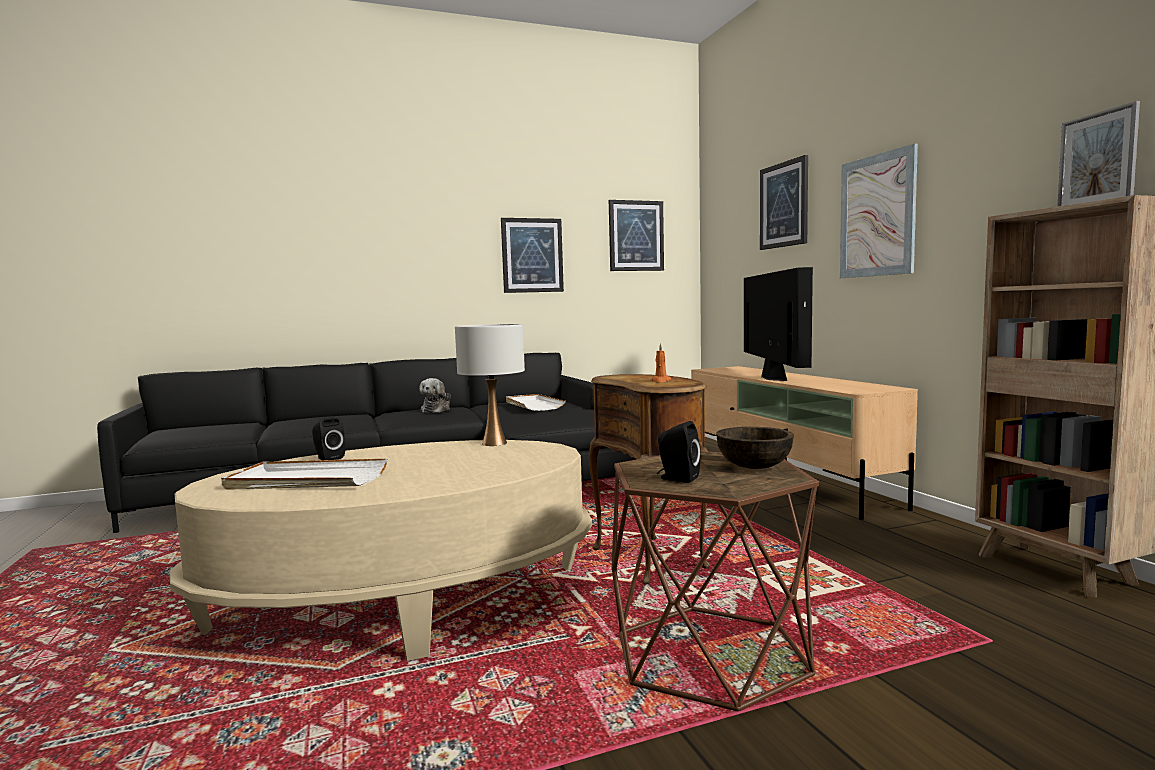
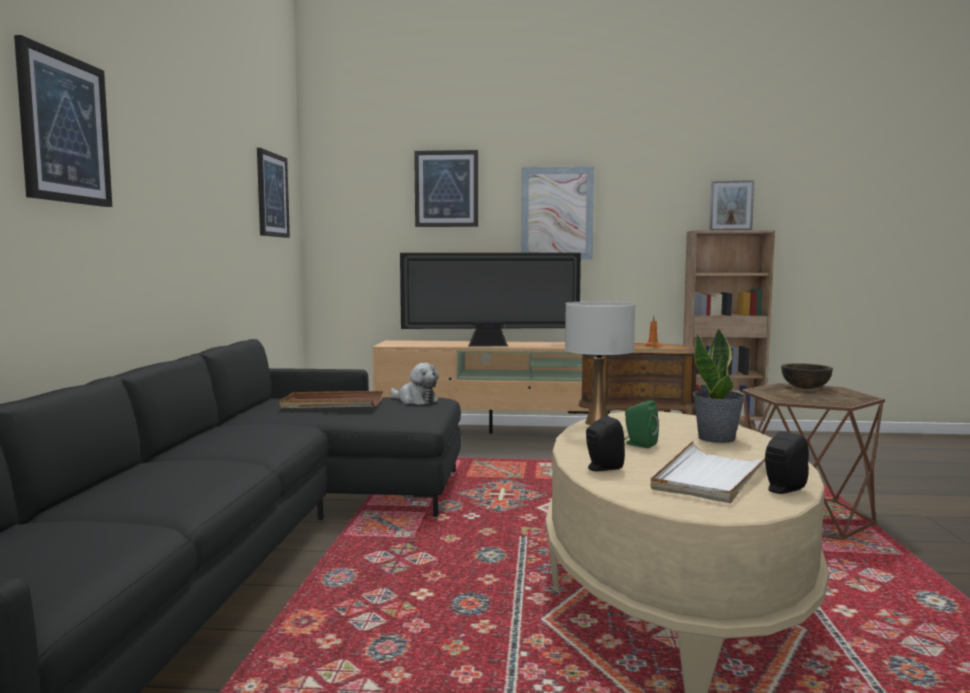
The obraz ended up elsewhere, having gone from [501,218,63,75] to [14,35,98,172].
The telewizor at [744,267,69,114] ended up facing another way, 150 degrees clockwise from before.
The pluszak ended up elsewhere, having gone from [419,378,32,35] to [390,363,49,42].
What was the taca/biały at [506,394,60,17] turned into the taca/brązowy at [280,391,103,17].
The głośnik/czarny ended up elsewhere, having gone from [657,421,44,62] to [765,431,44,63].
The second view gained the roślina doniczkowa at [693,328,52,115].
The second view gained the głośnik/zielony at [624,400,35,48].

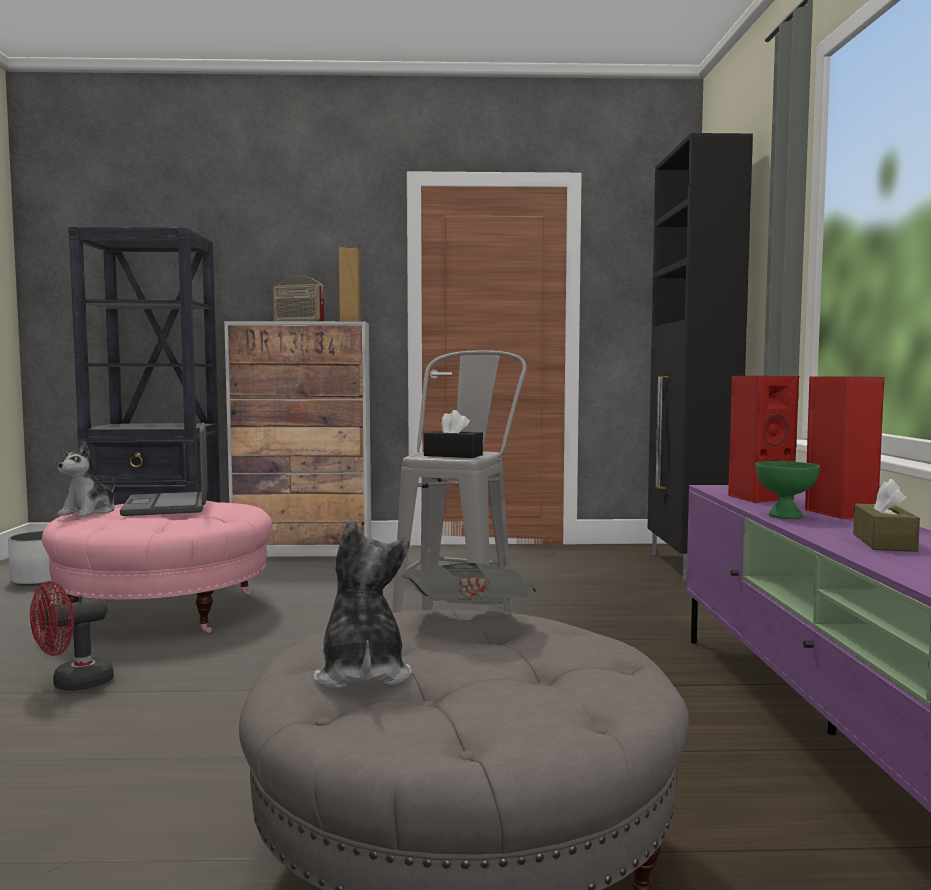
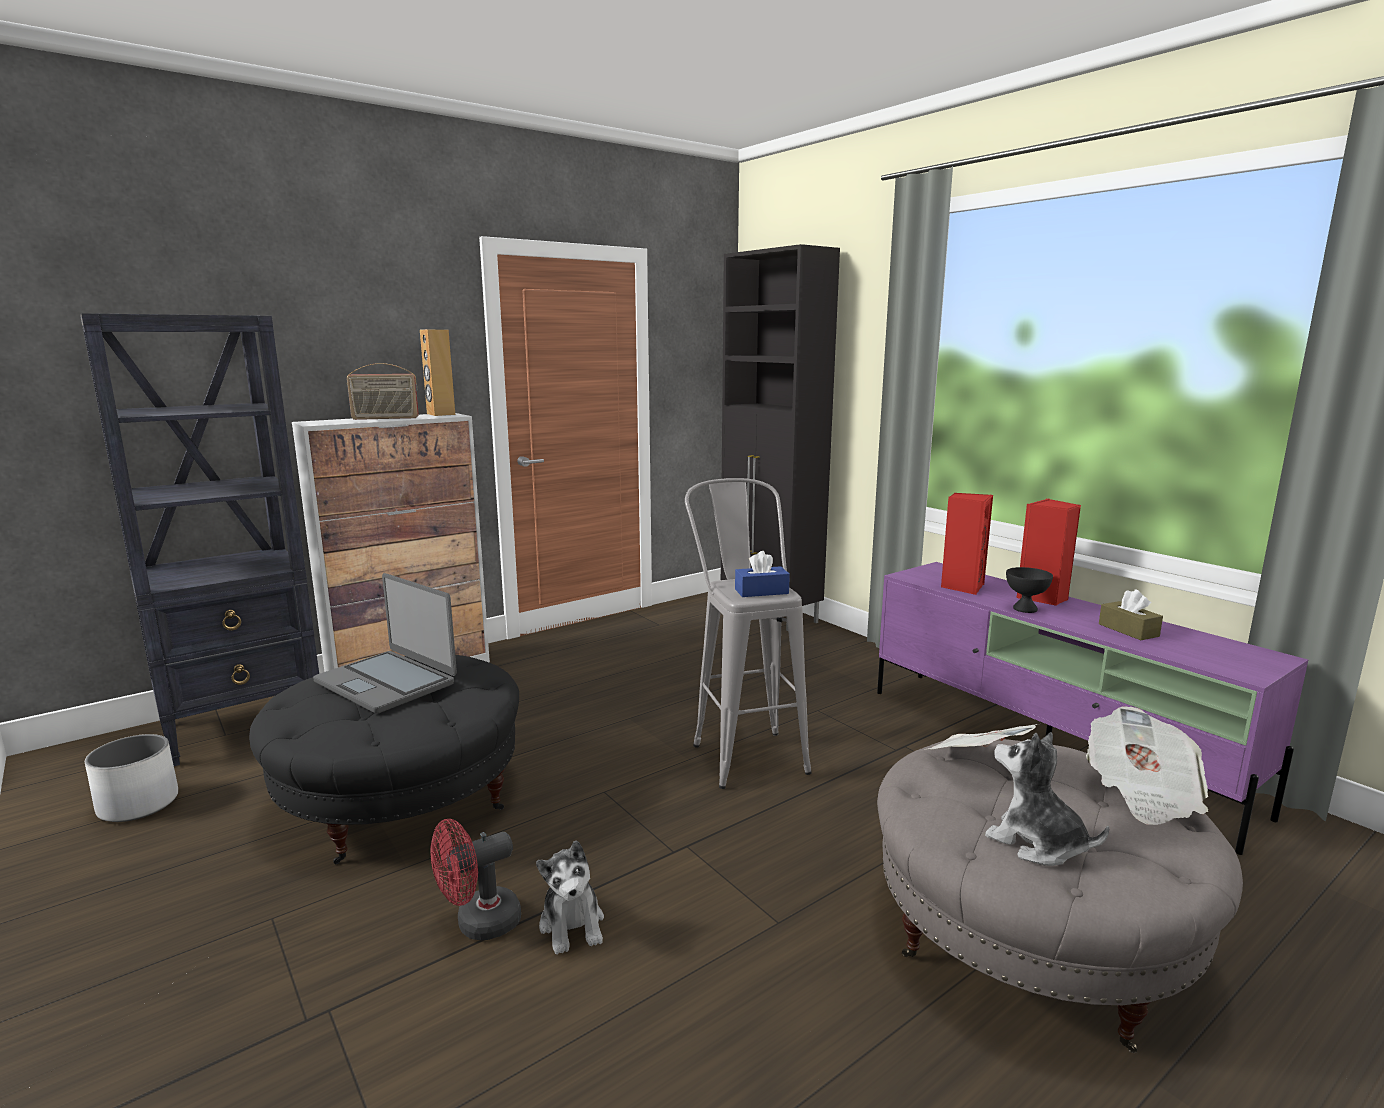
What was the pudełko chusteczek/czarny at [424,410,59,48] turned into the pudełko chusteczek/niebieski at [735,551,55,46].
The pluszak ended up elsewhere, having gone from [57,441,58,76] to [536,840,68,115].
What was the miska/zielony at [755,461,65,58] turned into the miska/czarny at [1006,567,47,46].
What was the pufa/różowy at [42,500,230,133] turned into the pufa/czarny at [249,655,270,209].
The wentylator/czerwony at [30,581,84,110] ended up facing another way, 45 degrees clockwise from before.
The second view gained the gazeta at [1086,706,122,119].

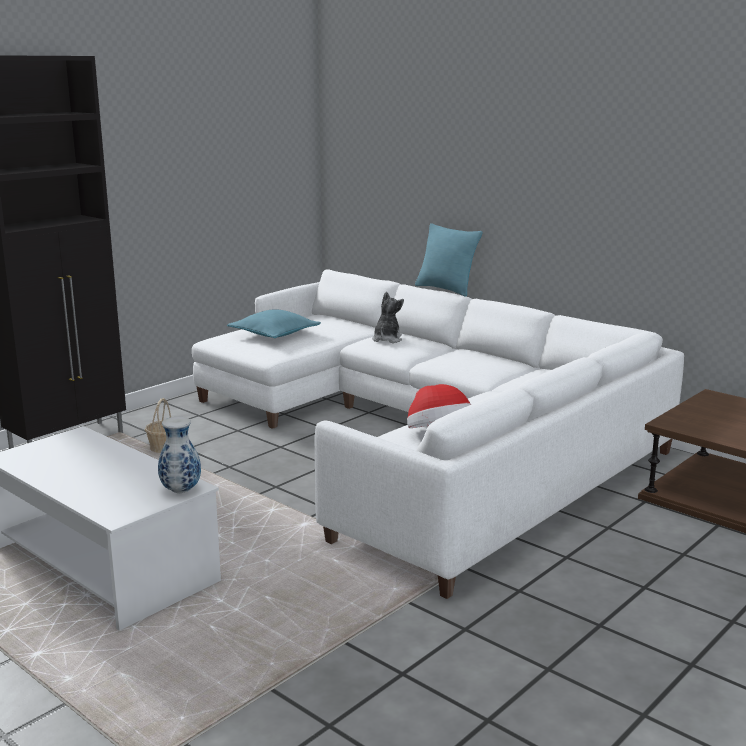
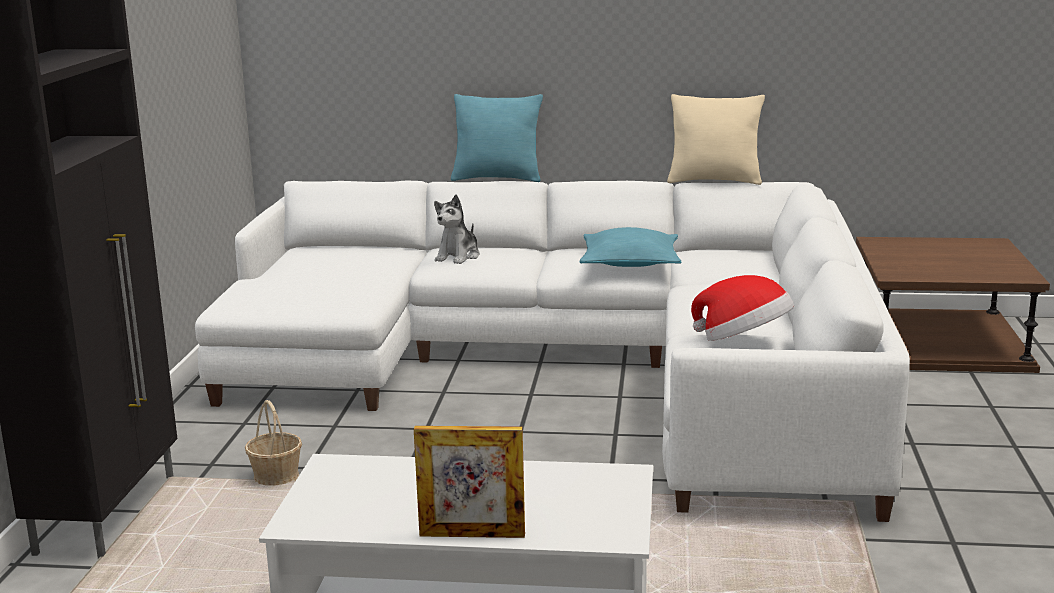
The pluszak at [372,292,32,51] ended up facing another way, 135 degrees counterclockwise from before.
The poduszka/turkusowy ended up elsewhere, having gone from [227,310,94,28] to [579,227,103,40].
The second view lost the wazon at [158,417,43,76].
The second view gained the poduszka/beżowy at [667,94,98,91].
The second view gained the ramka na zdjęcie at [414,426,111,112].

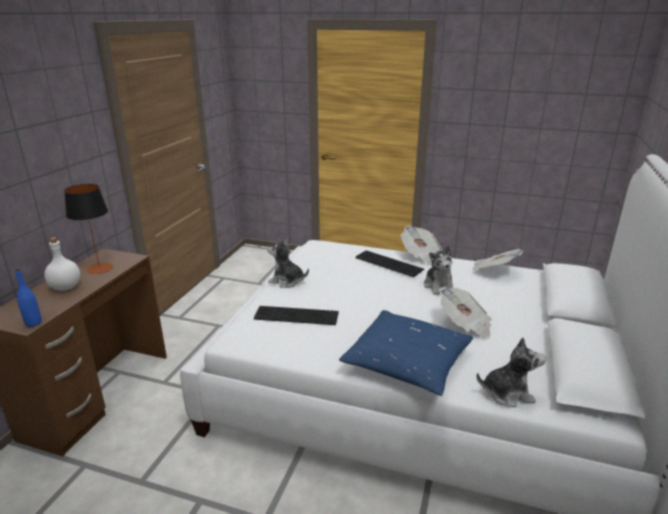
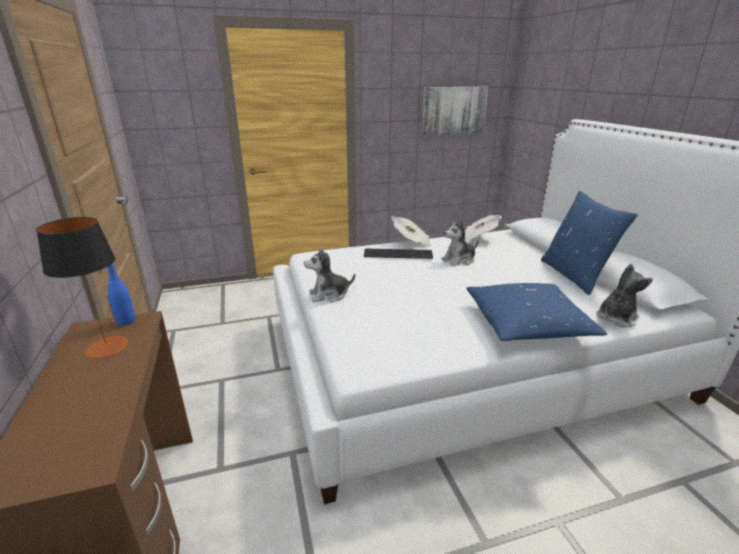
The second view lost the butelka/biały at [44,237,36,54].
The pluszak at [424,246,29,49] ended up facing another way, 105 degrees clockwise from before.
The butelka/niebieski ended up elsewhere, having gone from [15,268,27,59] to [107,263,29,63].
The second view lost the gazeta at [440,287,52,52].
The second view lost the klawiatura at [254,306,85,19].
The second view gained the obraz at [421,87,67,48].
The second view gained the poduszka/niebieski at [541,191,97,104].

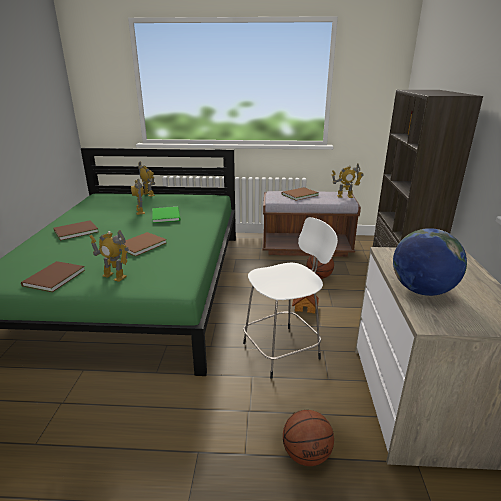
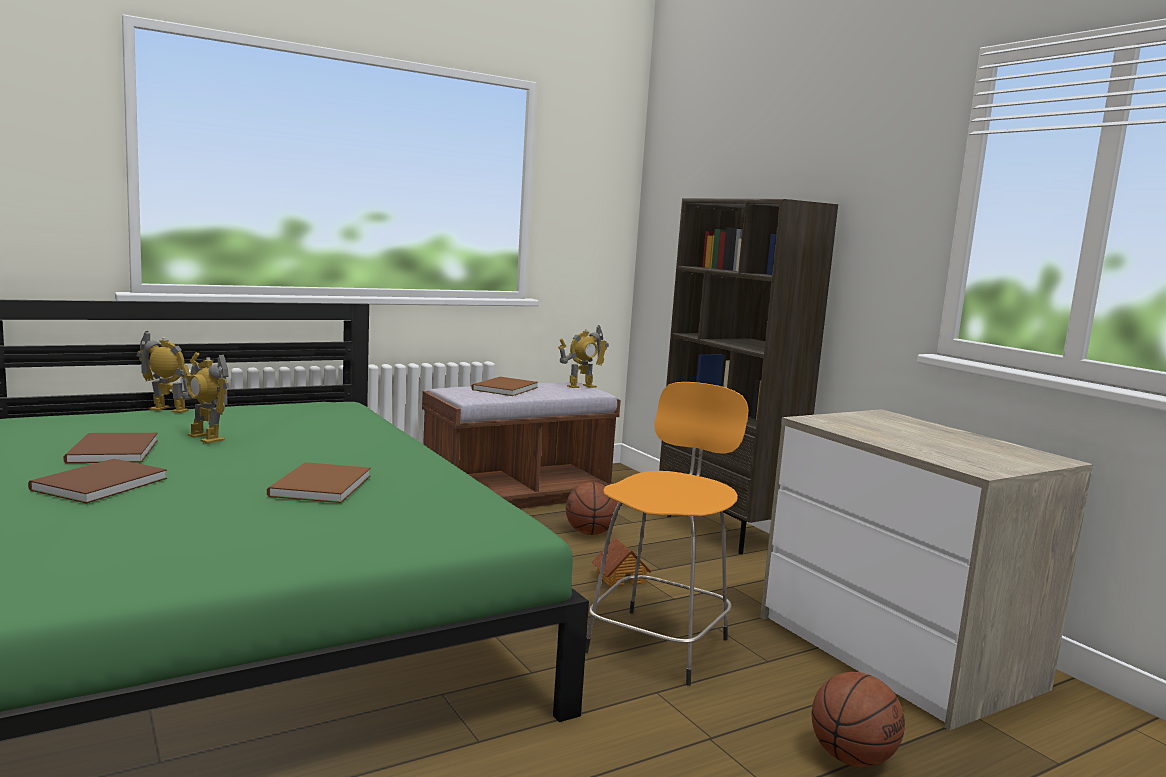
The second view lost the książka/zielony at [152,207,29,16].
What was the stołek/biały at [243,217,95,162] turned into the stołek/pomarańczowy at [585,382,164,304].
The second view lost the globus at [393,228,74,68].
The second view lost the robot zabawkowy at [90,230,39,52].
The książka/brązowy ended up elsewhere, having gone from [21,261,64,31] to [63,433,95,30].

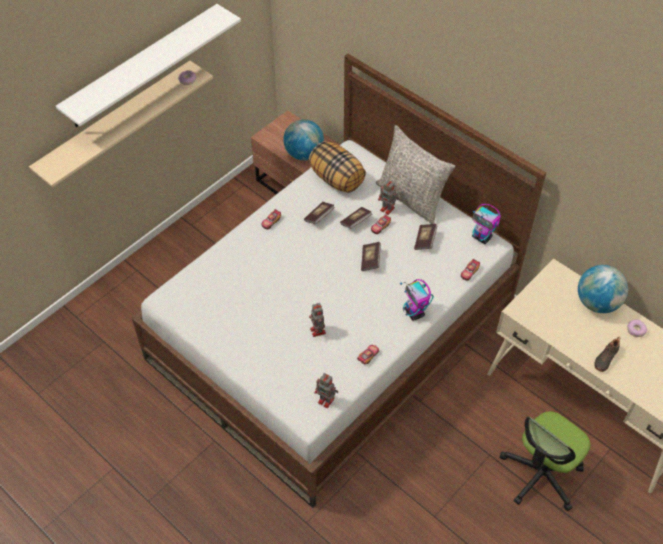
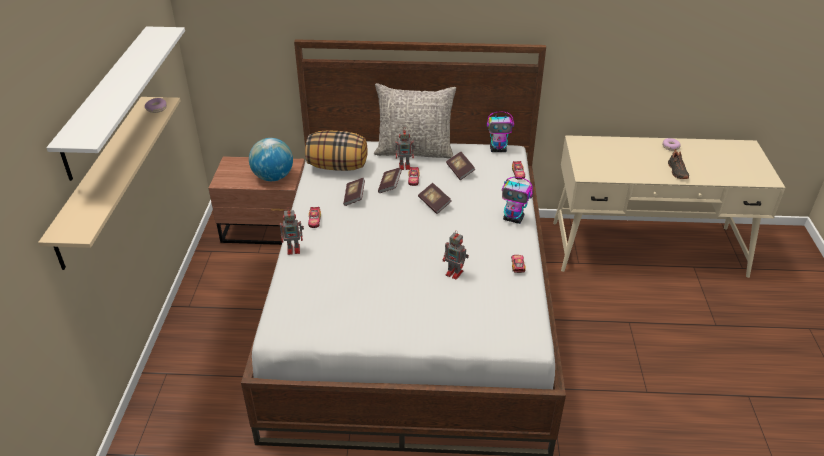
The second view lost the globus at [578,265,50,48].
The robot zabawkowy ended up elsewhere, having gone from [314,373,24,35] to [280,207,24,48].
The second view lost the krzesło biurowe at [500,411,90,100].

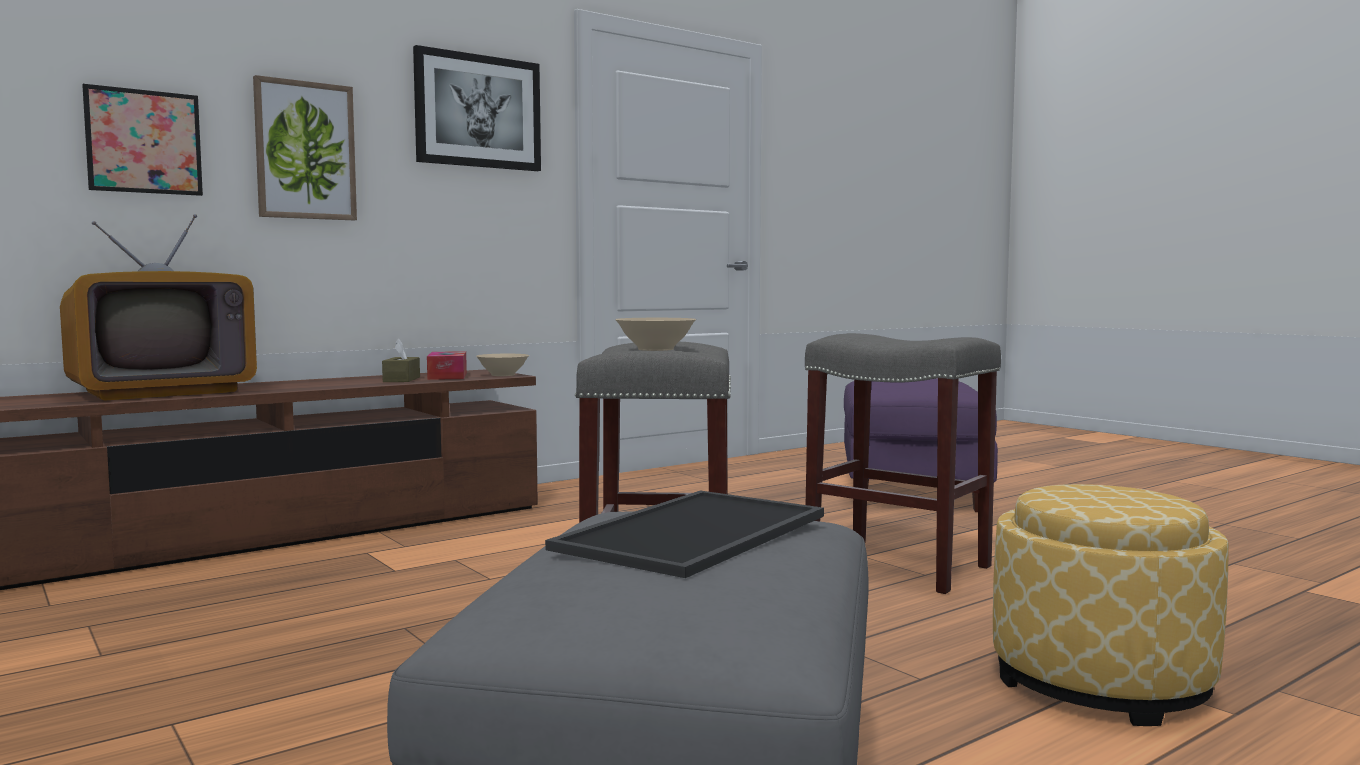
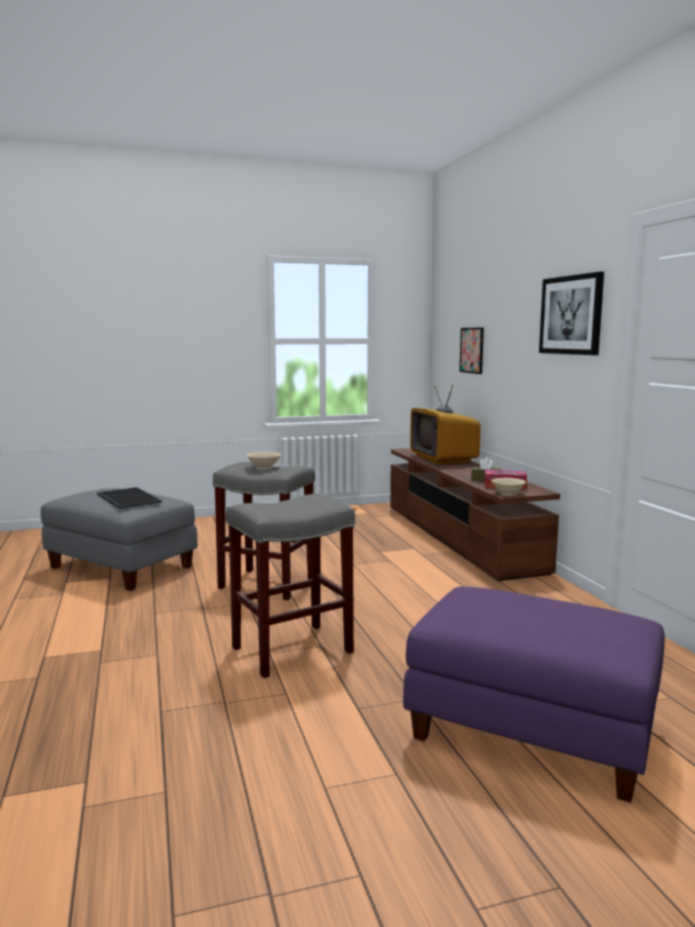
The second view lost the obraz at [253,75,104,145].
The second view lost the pufa at [993,484,236,242].

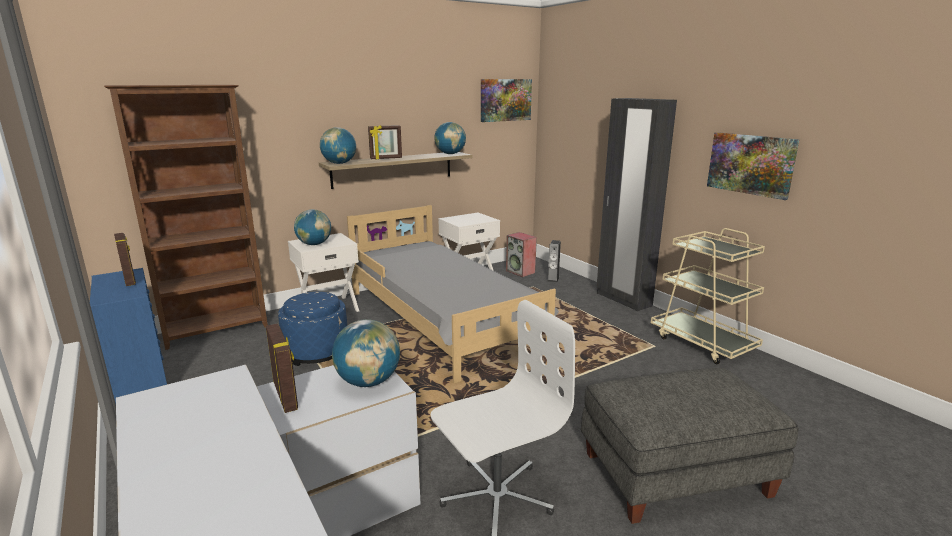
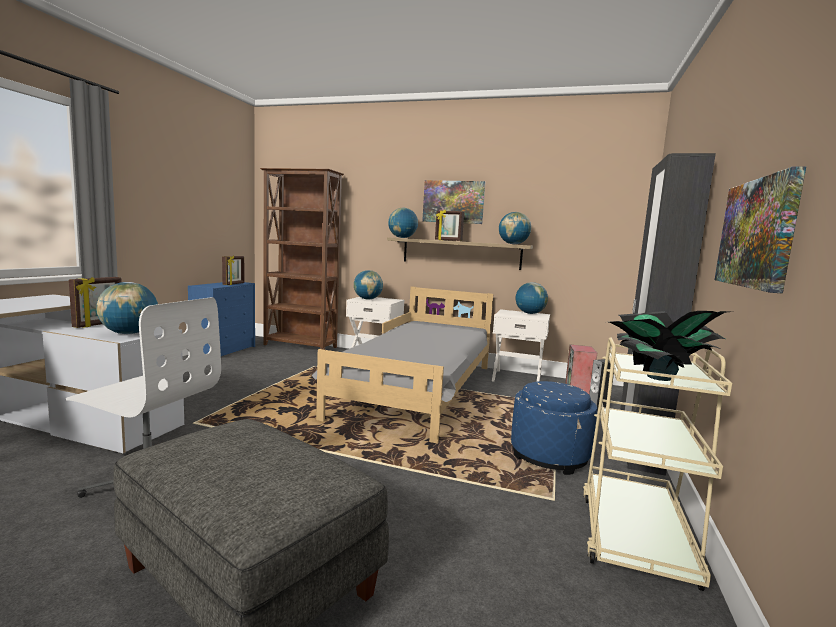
The obraz ended up elsewhere, having gone from [481,79,51,43] to [422,180,63,44].
The pufa/niebieski ended up elsewhere, having gone from [278,292,69,74] to [511,381,86,94].
The second view gained the globus at [516,282,32,32].
The second view gained the roślina doniczkowa at [609,311,122,70].

